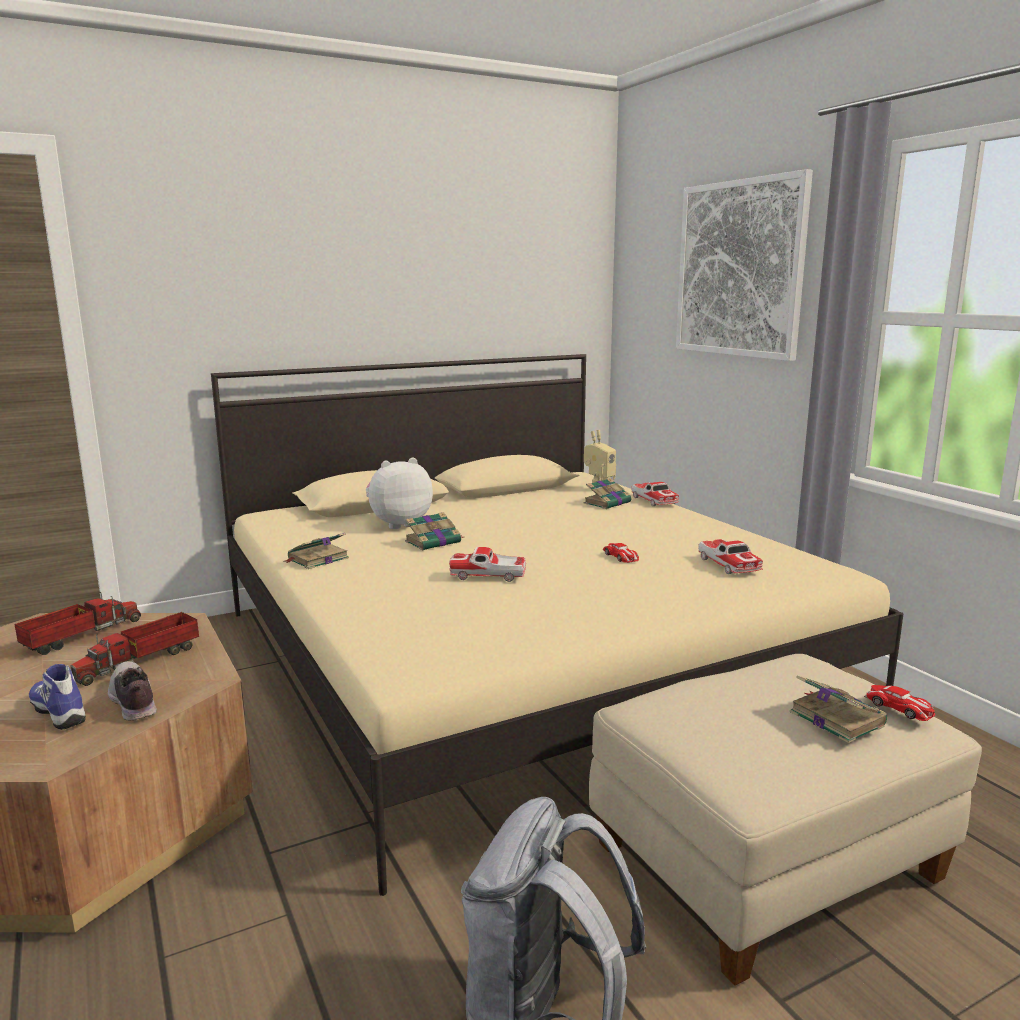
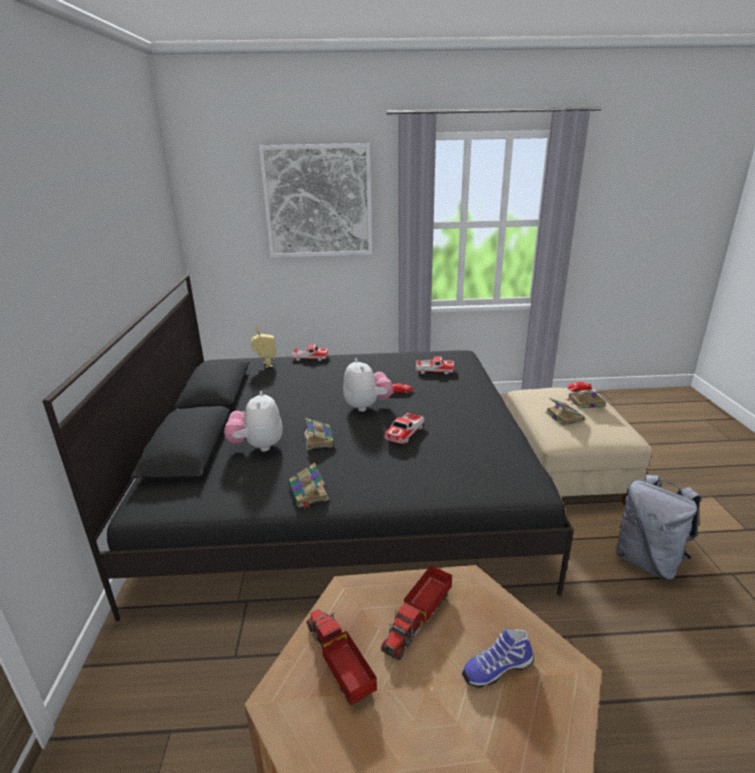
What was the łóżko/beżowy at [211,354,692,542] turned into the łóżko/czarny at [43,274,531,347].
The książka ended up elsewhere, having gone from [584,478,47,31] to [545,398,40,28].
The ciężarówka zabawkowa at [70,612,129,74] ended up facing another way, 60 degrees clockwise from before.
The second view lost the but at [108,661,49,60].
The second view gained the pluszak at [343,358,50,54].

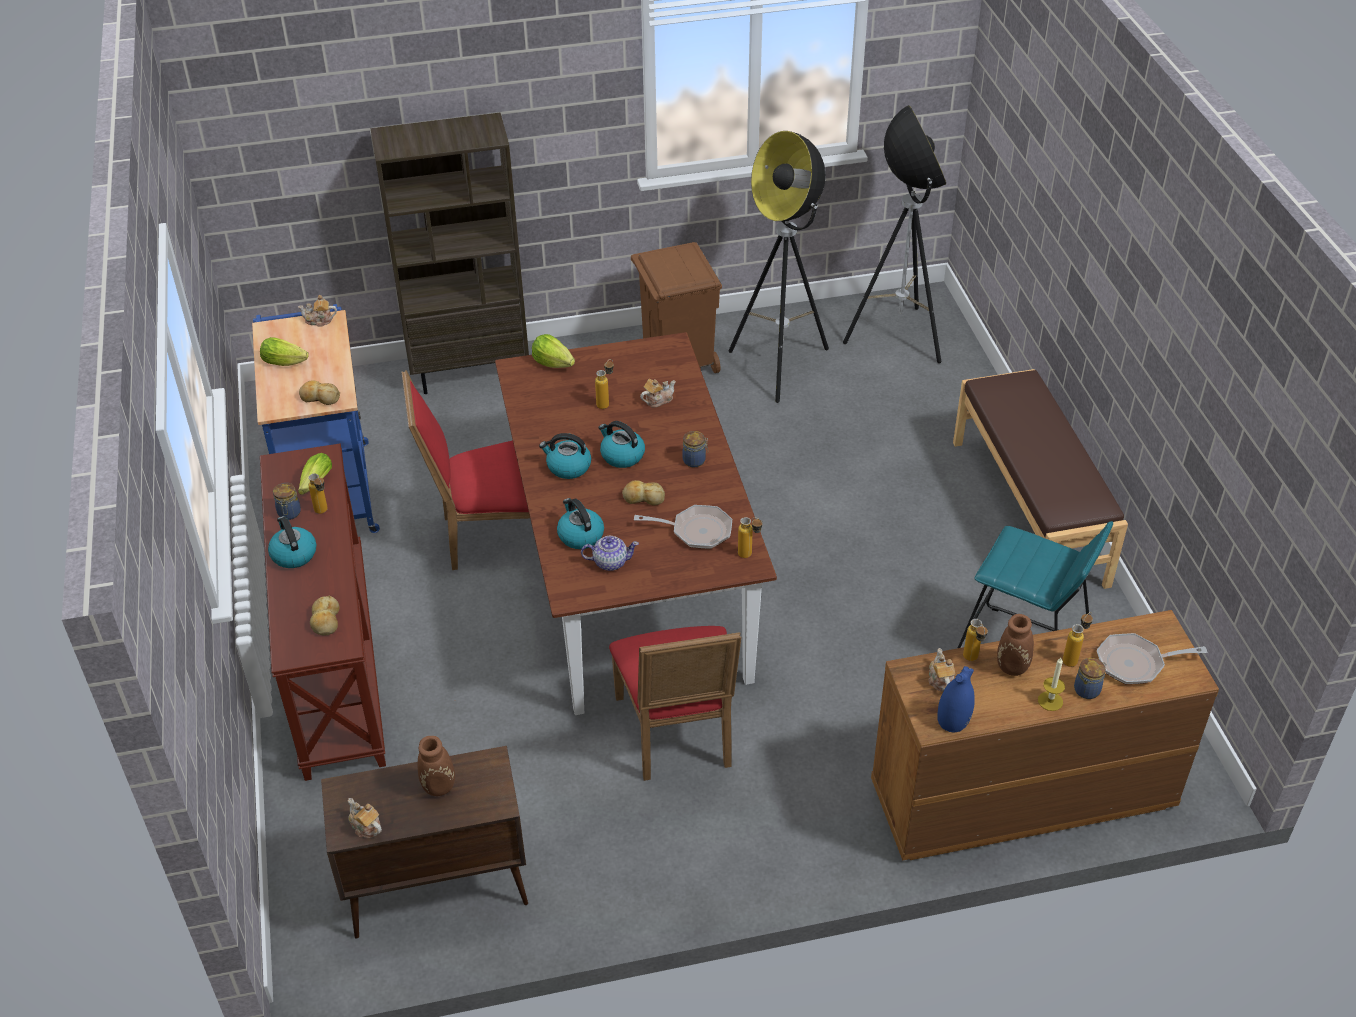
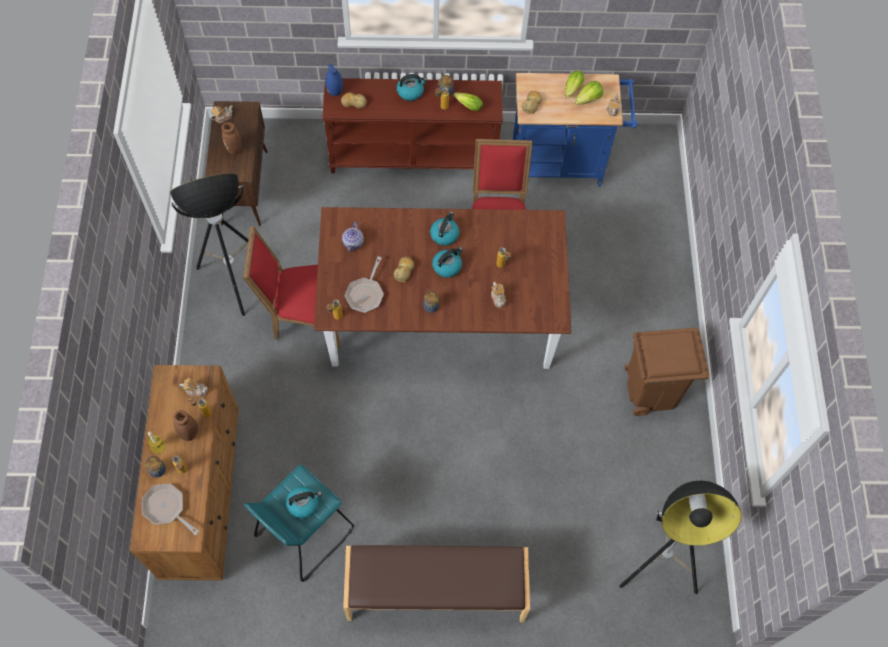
The second view lost the regał/brązowy at [370,113,159,281].
The lampa stojąca ended up elsewhere, having gone from [728,131,101,272] to [170,173,78,143].
The sałata ended up elsewhere, having gone from [532,334,43,34] to [575,81,28,24].
The czajnik ended up elsewhere, having gone from [557,498,47,51] to [286,486,36,32].
The patelnia at [1097,633,110,51] ended up facing another way, 60 degrees counterclockwise from before.
The wazon/niebieski ended up elsewhere, having gone from [937,666,38,66] to [325,64,18,32].

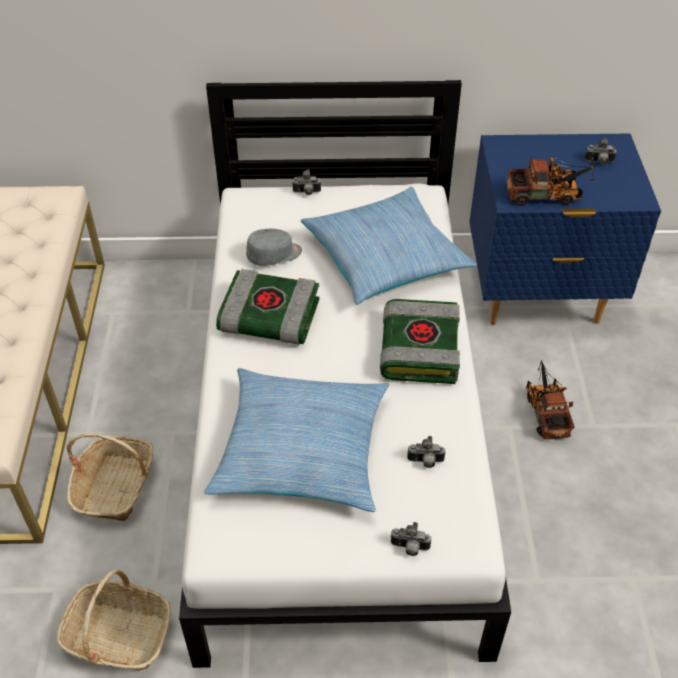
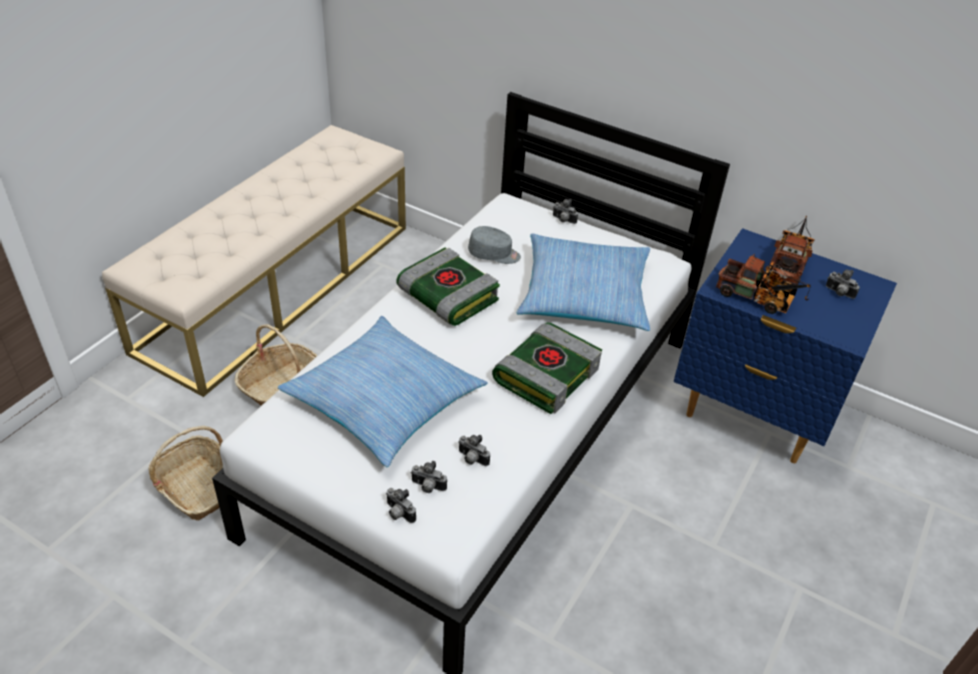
The ciężarówka zabawkowa ended up elsewhere, having gone from [526,360,49,79] to [769,216,45,69].
The second view gained the aparat fotograficzny at [411,461,36,32].

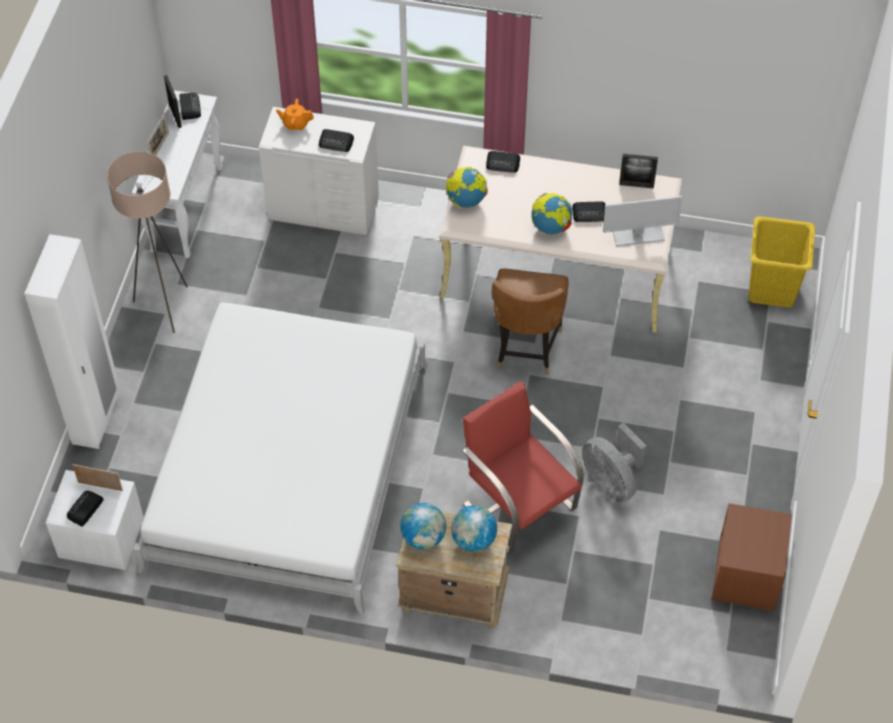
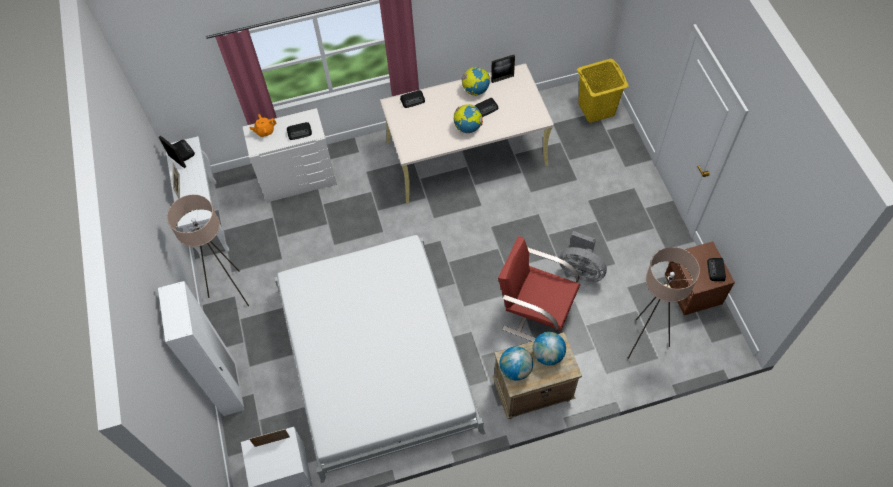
The globus ended up elsewhere, having gone from [446,167,42,41] to [461,67,29,29].
The second view lost the monitor at [603,196,79,51].
The second view lost the krzesło/brązowy at [491,269,78,106].
The radio ended up elsewhere, having gone from [67,491,37,35] to [707,258,19,24].
The second view gained the lampa stojąca/beżowy at [628,247,72,112].

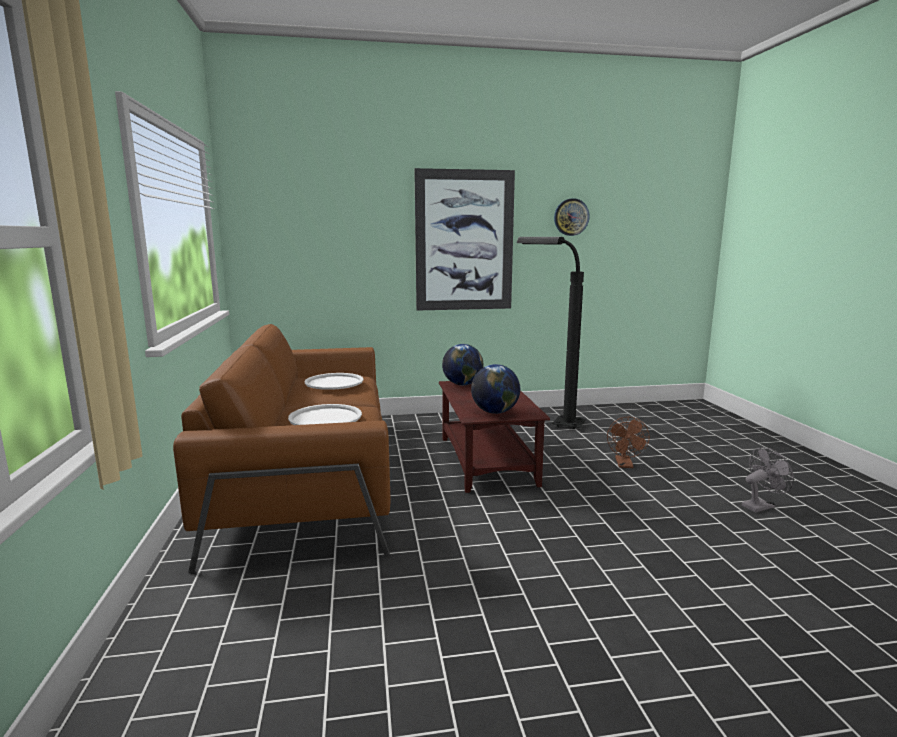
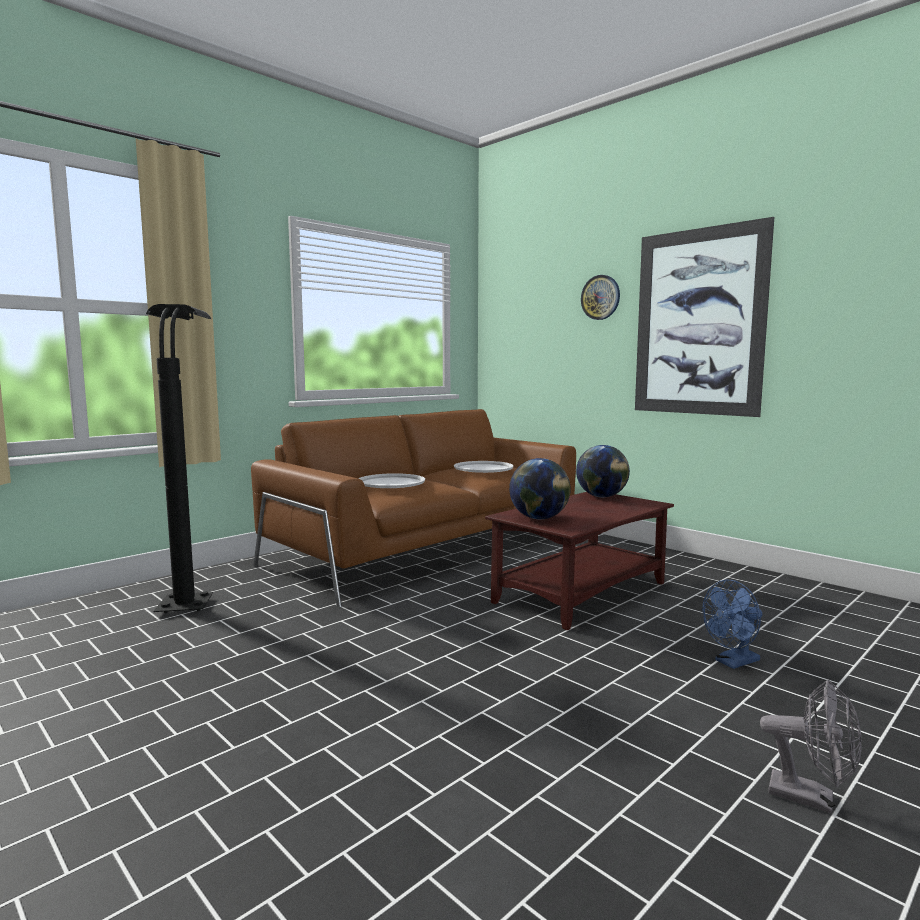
The zegar ścienny ended up elsewhere, having gone from [554,198,35,38] to [581,275,39,45].
The lampa stojąca/czarny ended up elsewhere, having gone from [517,237,69,192] to [146,304,67,309].
What was the wentylator/brązowy at [607,417,43,51] turned into the wentylator/niebieski at [702,580,61,89].

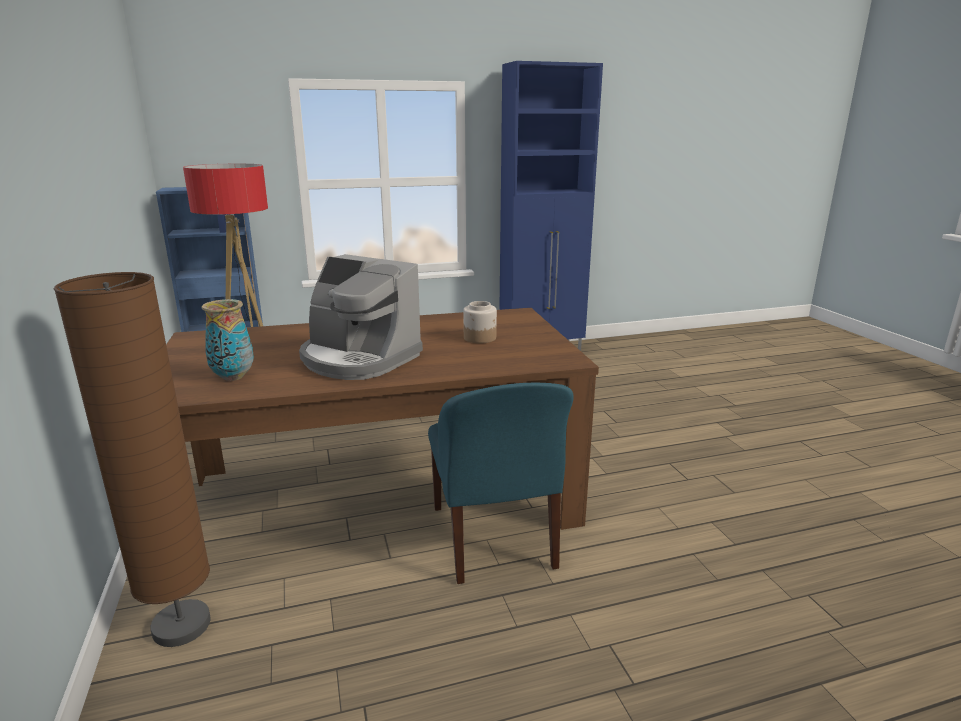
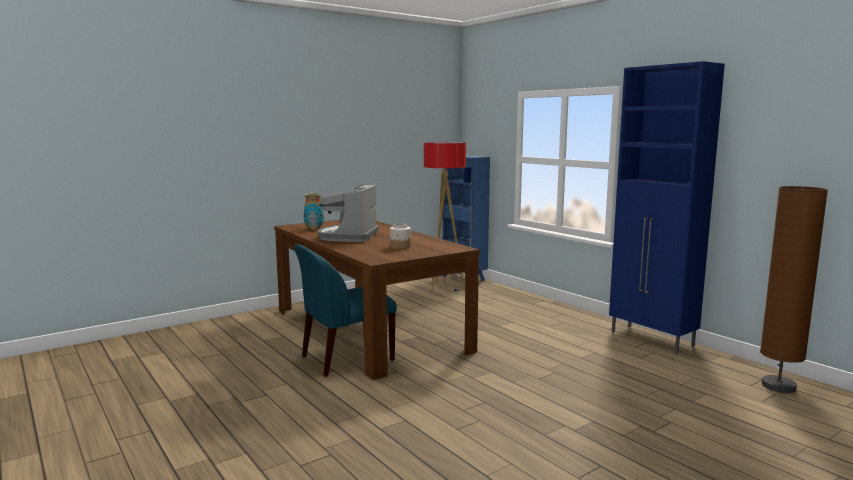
The lampa stojąca/brązowy ended up elsewhere, having gone from [54,272,157,375] to [760,186,68,207].

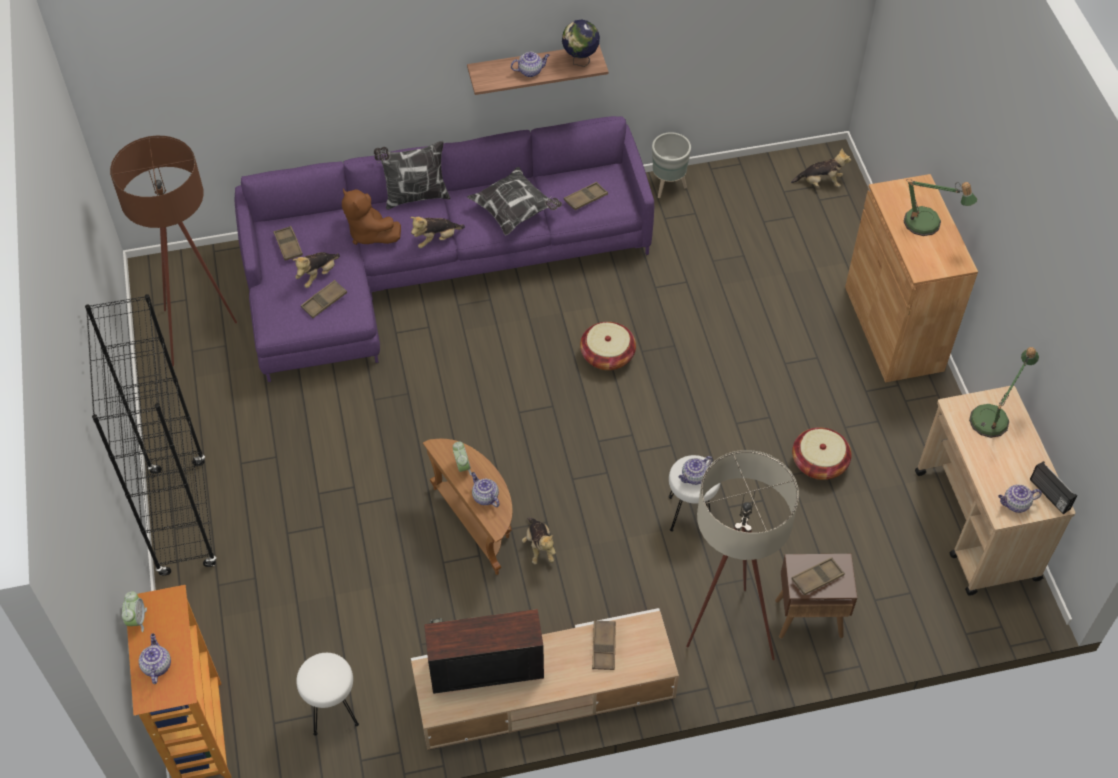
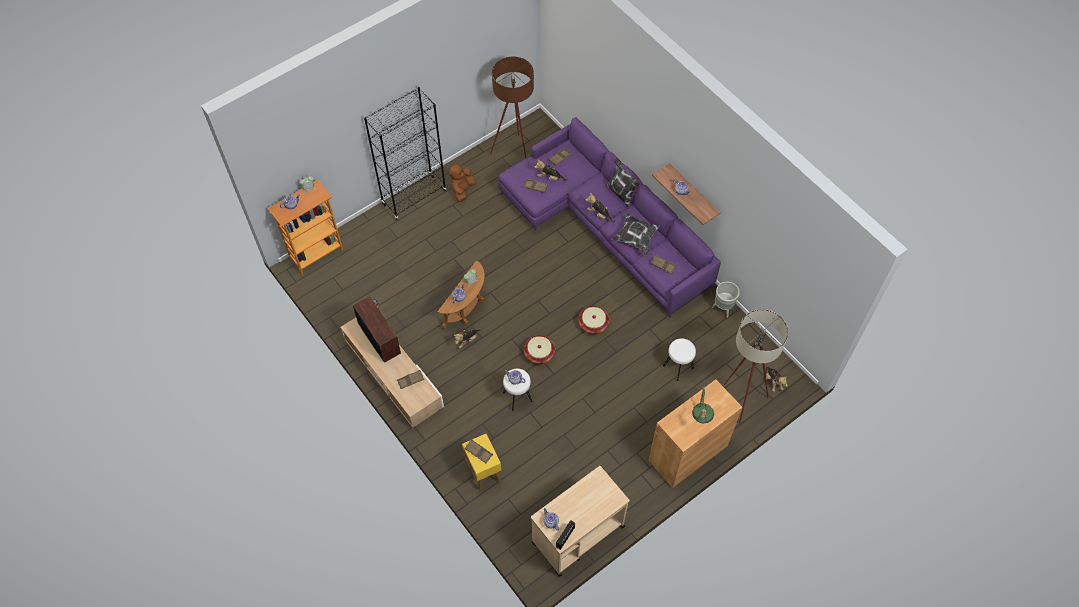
The second view lost the globus at [562,19,38,48].
The pluszak/brązowy ended up elsewhere, having gone from [342,189,59,56] to [449,162,27,40].
The second view lost the lampa stołowa at [969,347,70,91].
The koszyk ended up elsewhere, having gone from [792,427,60,53] to [524,335,31,29].
The lampa stojąca/beżowy ended up elsewhere, having gone from [686,450,113,211] to [724,309,64,115].
What was the stolik/brązowy at [775,554,82,85] turned into the stolik/żółty at [462,434,39,57].
The stołek/biały ended up elsewhere, having gone from [296,653,63,83] to [663,339,33,42].

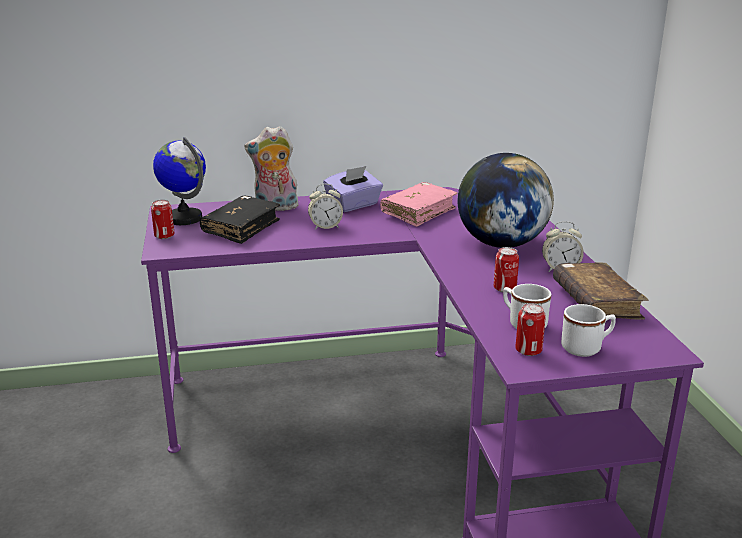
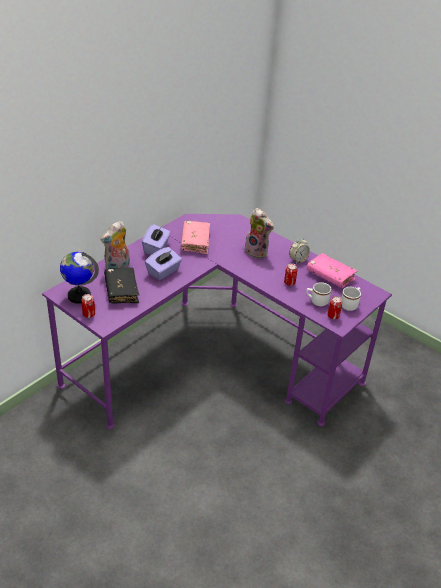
Where the globus stood at [458,153,96,95], the pluszak came to stand at [244,208,30,51].
Where the budzik stood at [308,184,35,46], the pudełko chusteczek/fioletowy came to stand at [145,247,37,34].
What was the książka/brązowy at [553,262,96,57] turned into the książka/różowy at [307,253,50,35].

